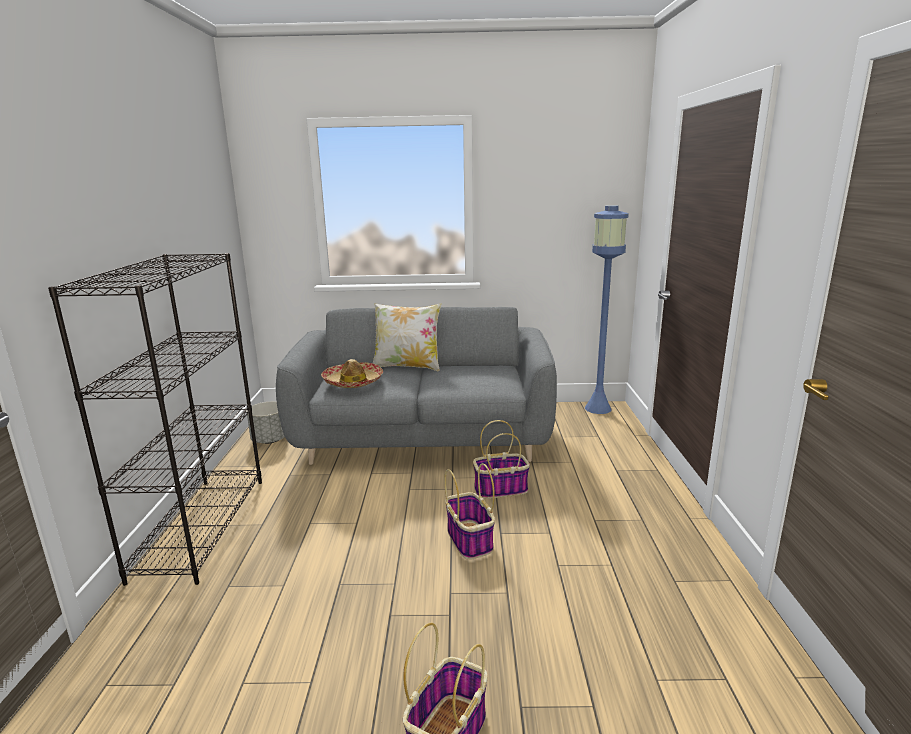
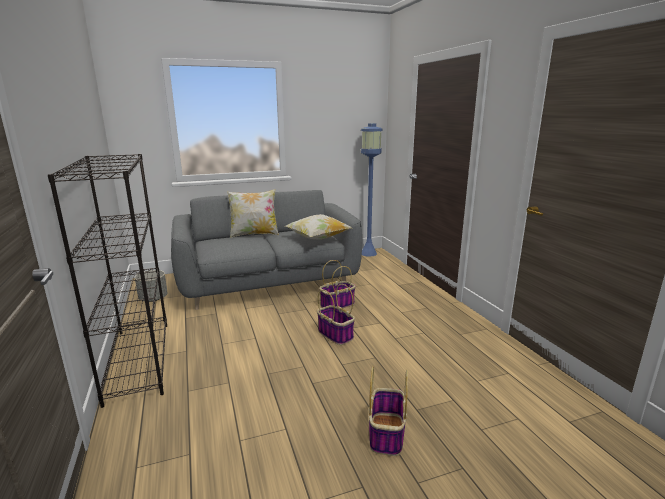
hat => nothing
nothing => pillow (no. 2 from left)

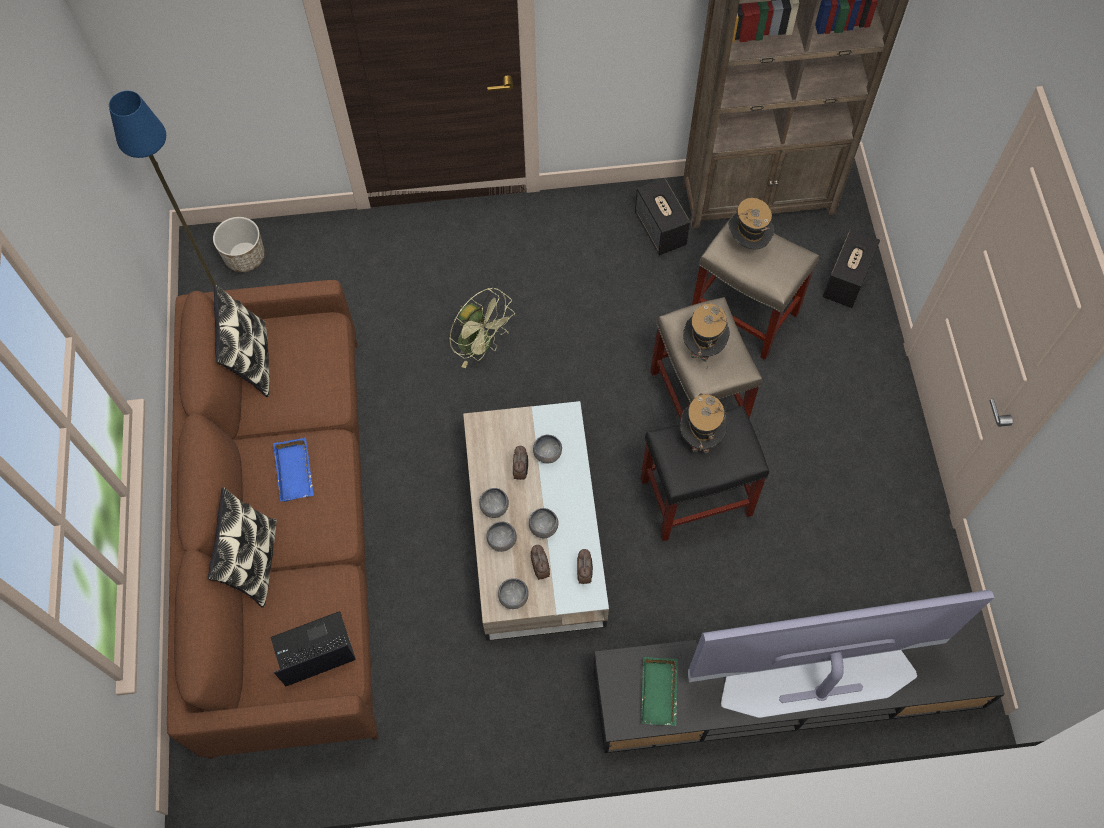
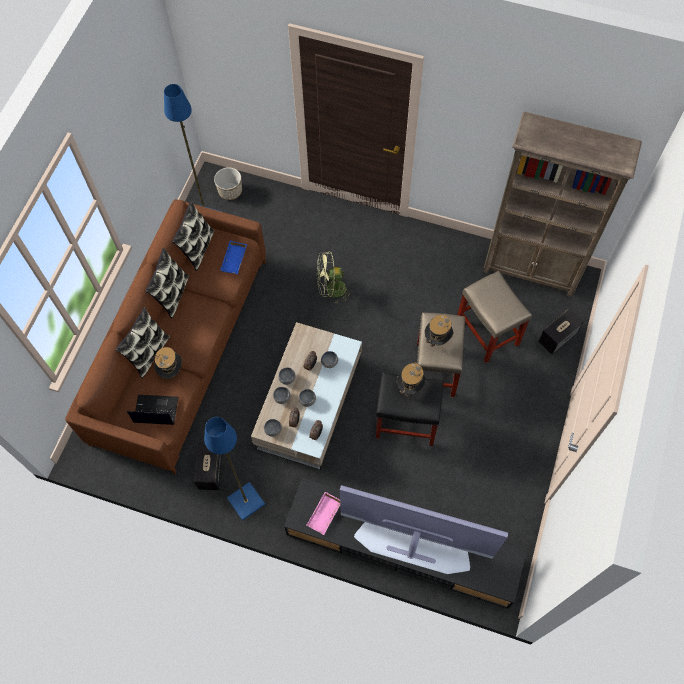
speaker (no. 1 from left), relocated
hat (no. 3 from left in the first image) => hat (no. 1 from left), relocated
green fan, 105 degrees clockwise
blue tray, relocated
green tray => pink tray
nothing => pillow (no. 2 from left)
nothing => blue floor lamp (no. 2 from left)

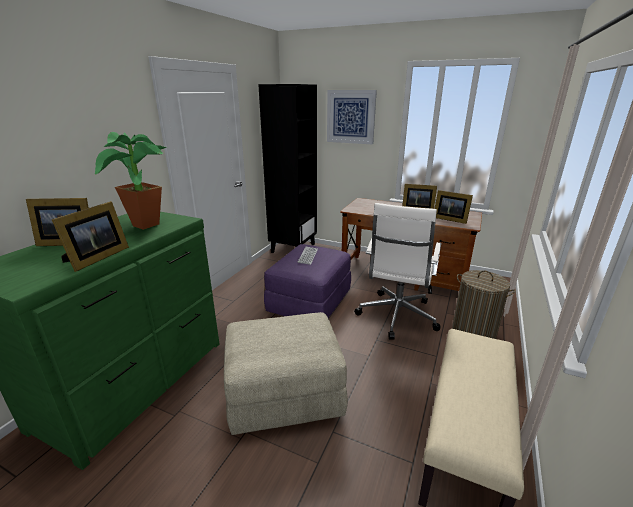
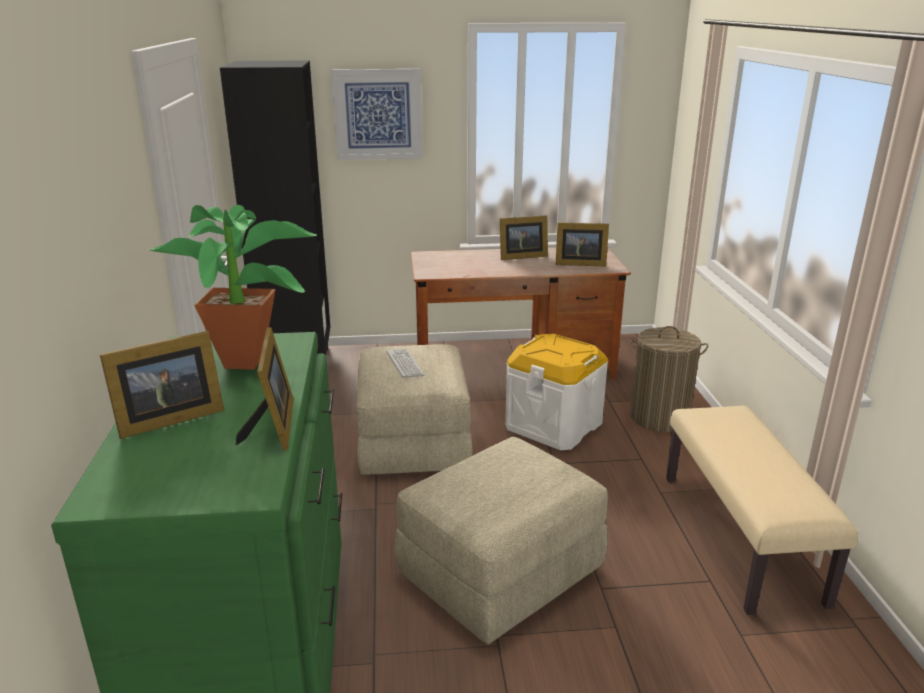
white office chair => white storage box
purple ottoman => beige ottoman (no. 1 from left)

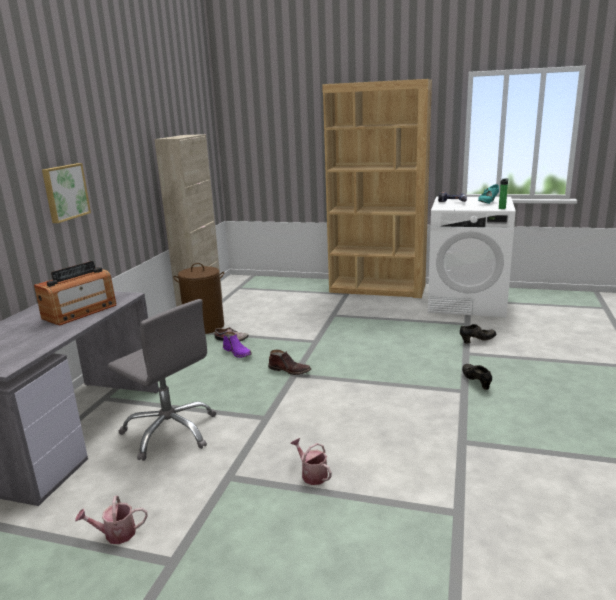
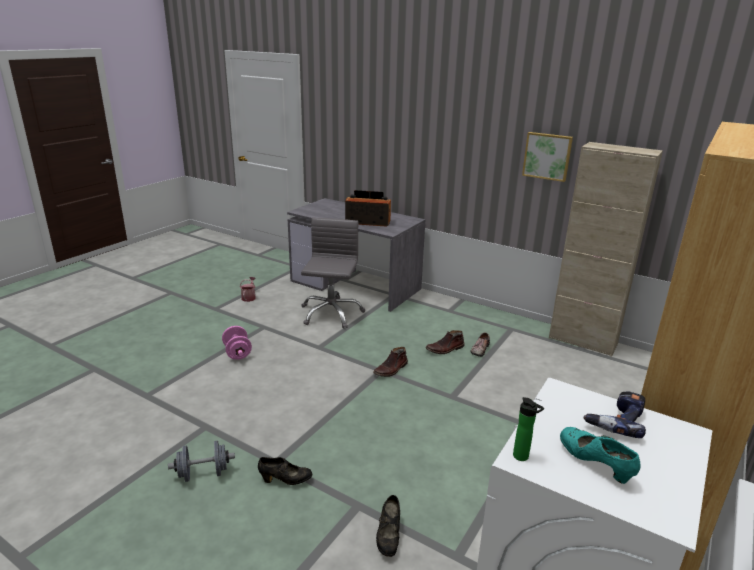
picture, relocated
radio, 135 degrees clockwise
brown laundry basket => nothing
grey office chair, 135 degrees clockwise
purple boot => brown boot (no. 2 from left)
watering can (no. 2 from left) => pink dumbbell
nothing => grey dumbbell

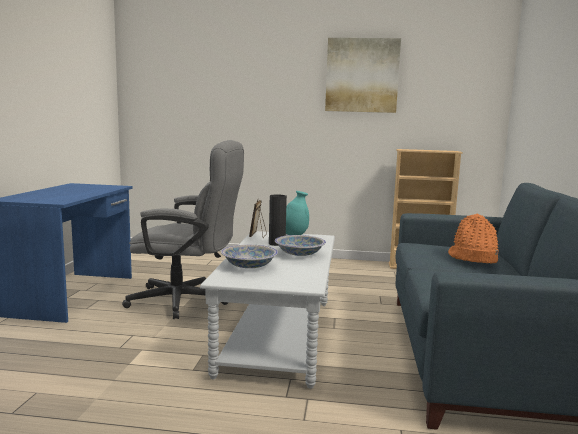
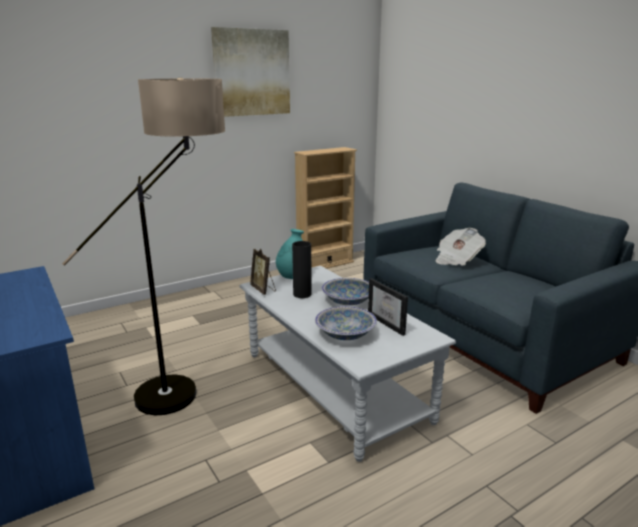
grey office chair => floor lamp
orange hat => newspaper
nothing => picture frame (no. 2 from left)

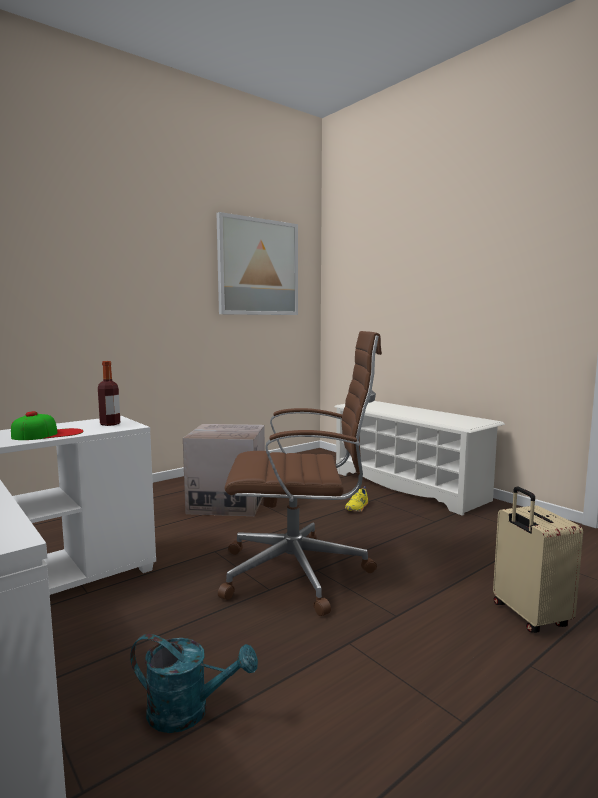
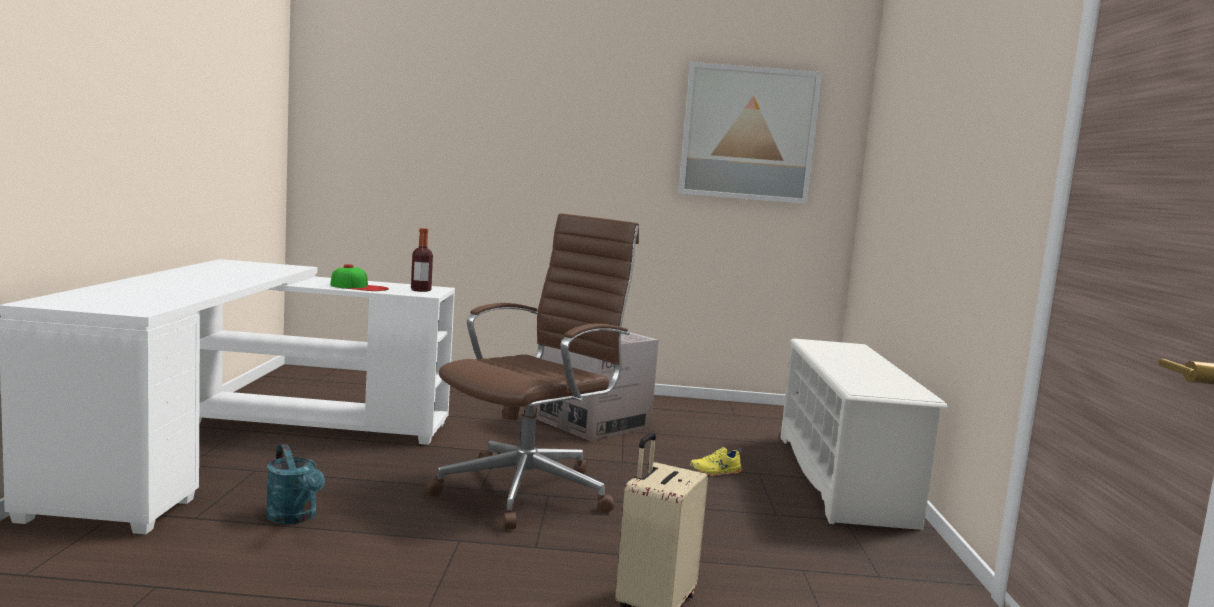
brown office chair, 90 degrees counterclockwise

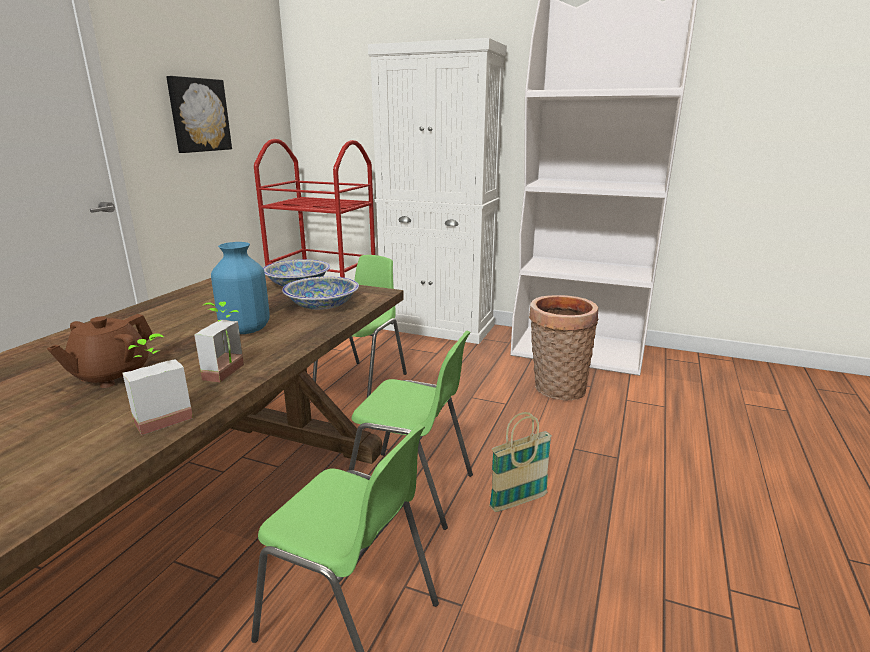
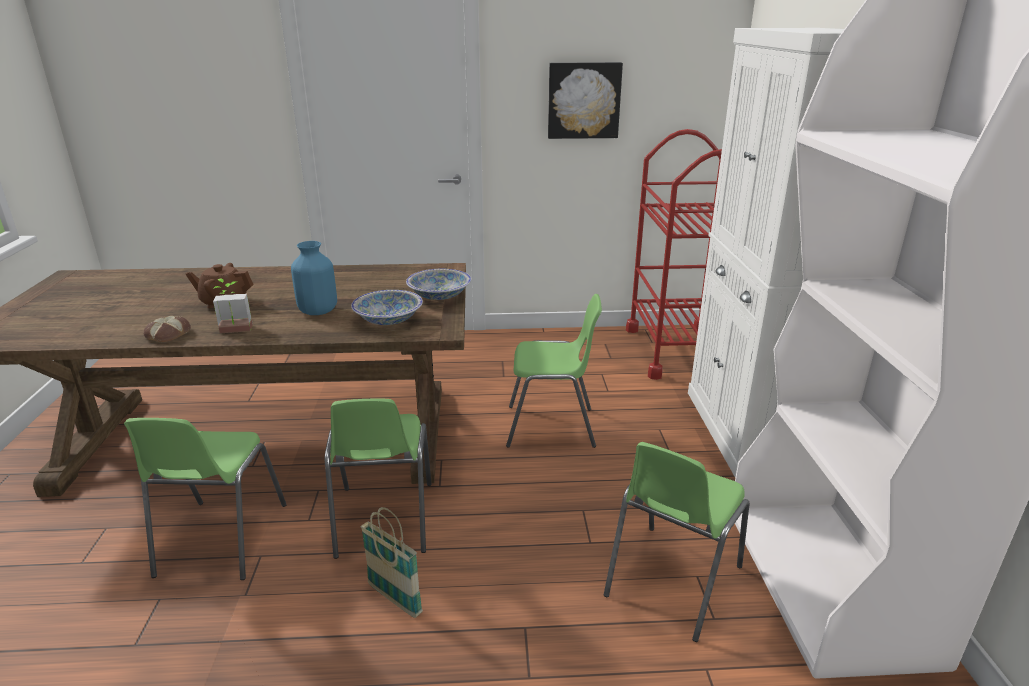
basket (no. 2 from left) => green chair (no. 4 from left)
potted plant (no. 1 from left) => bread

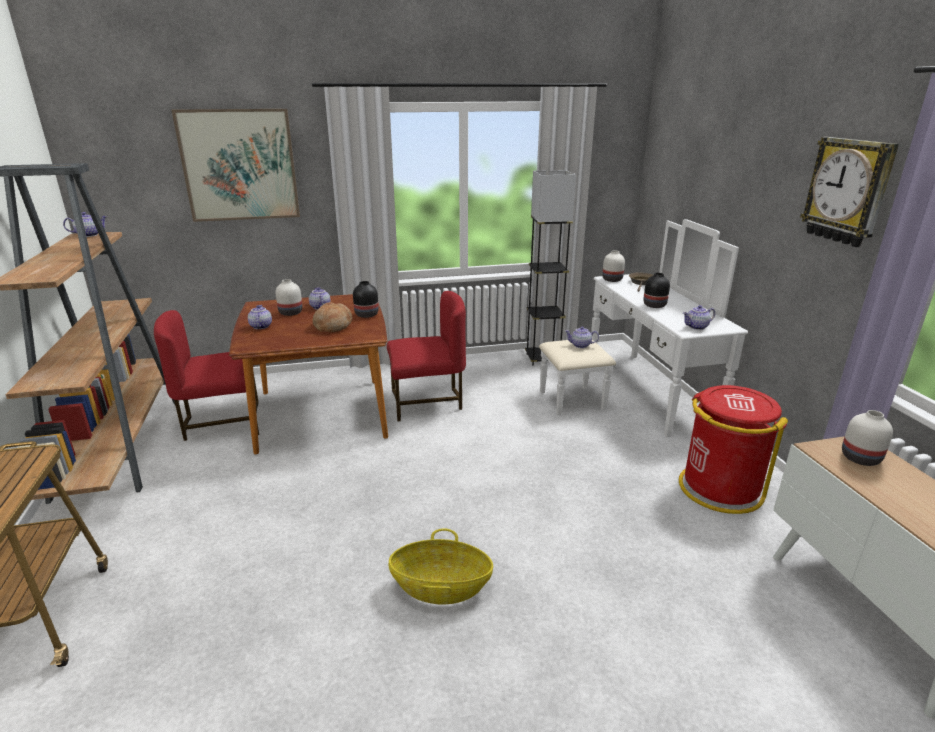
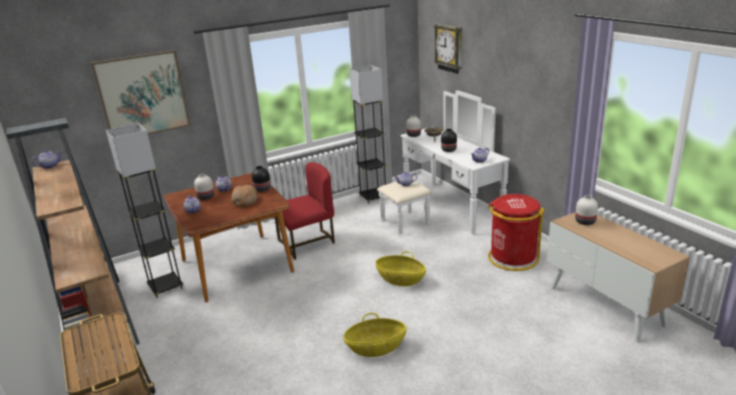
wall clock, relocated
red chair (no. 1 from left) => grey floor lamp (no. 1 from left)
nothing => basket (no. 2 from left)

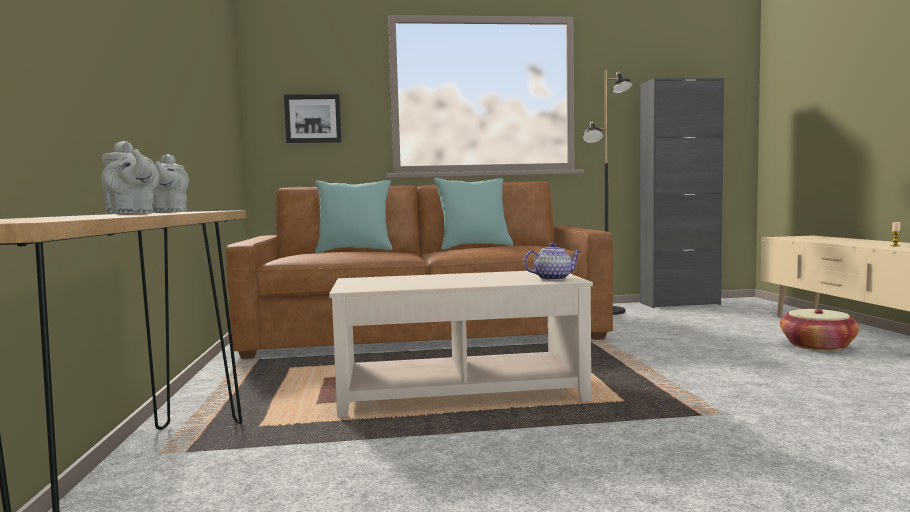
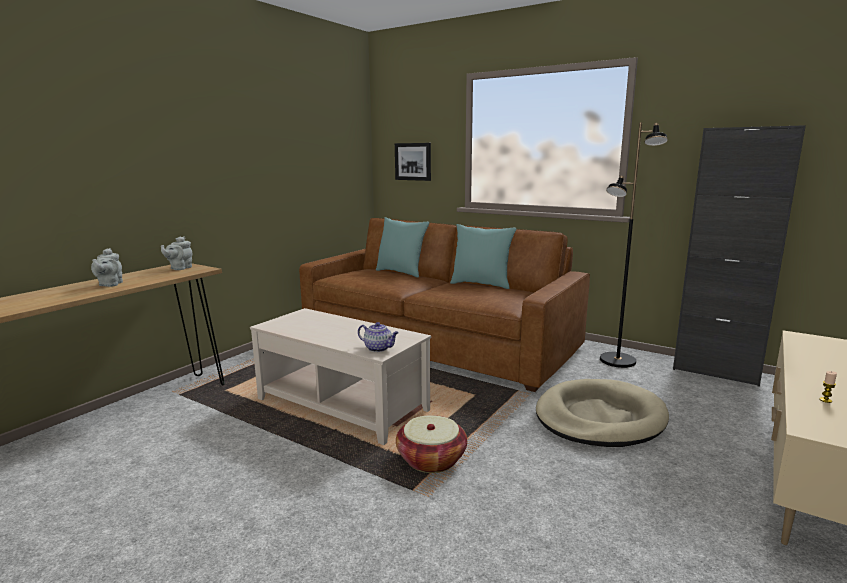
basket, relocated
nothing => beige dog bed

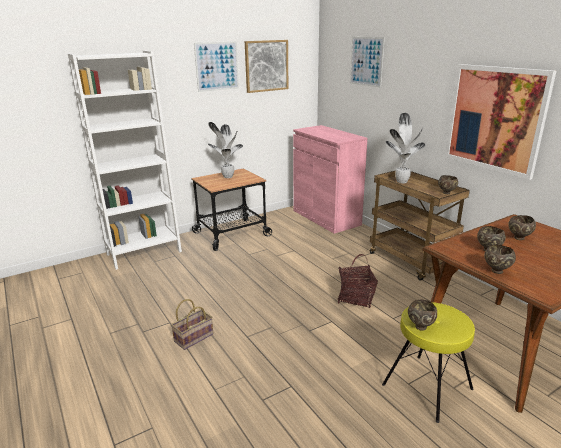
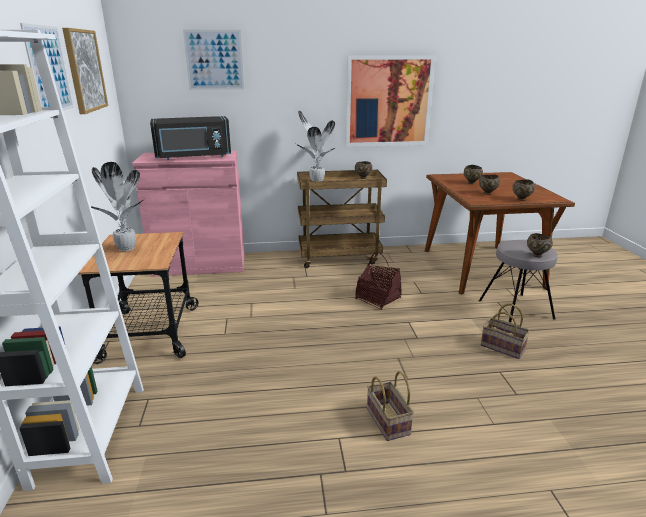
yellow stool => grey stool
nothing => black microwave
nothing => basket (no. 3 from left)

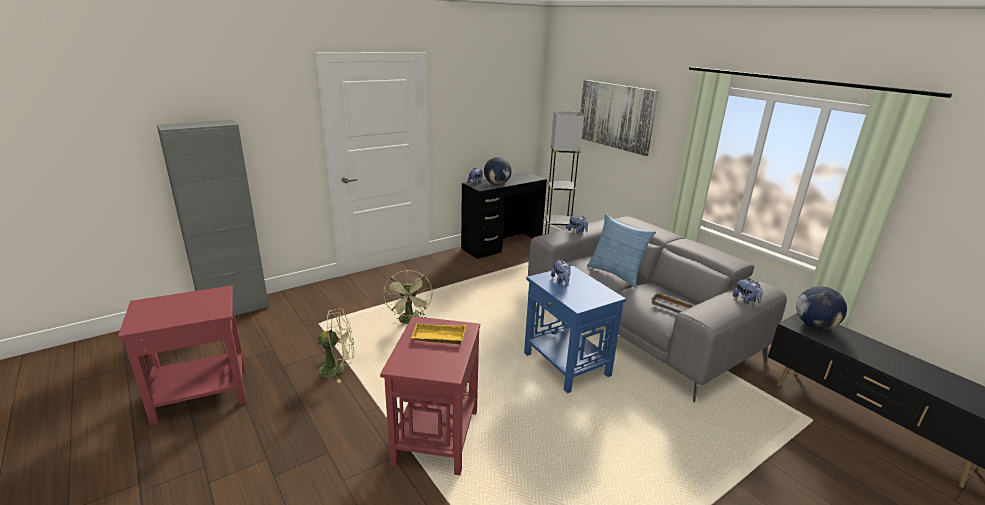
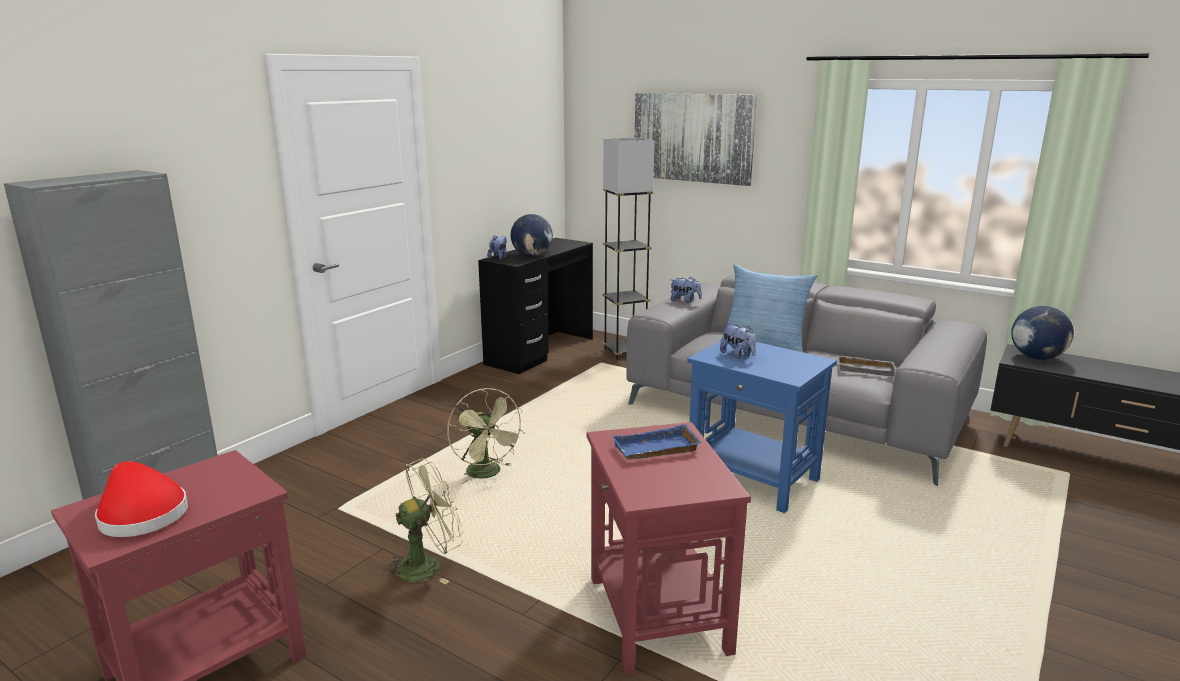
plush toy (no. 4 from left) => nothing
yellow tray => blue tray
nothing => red hat

